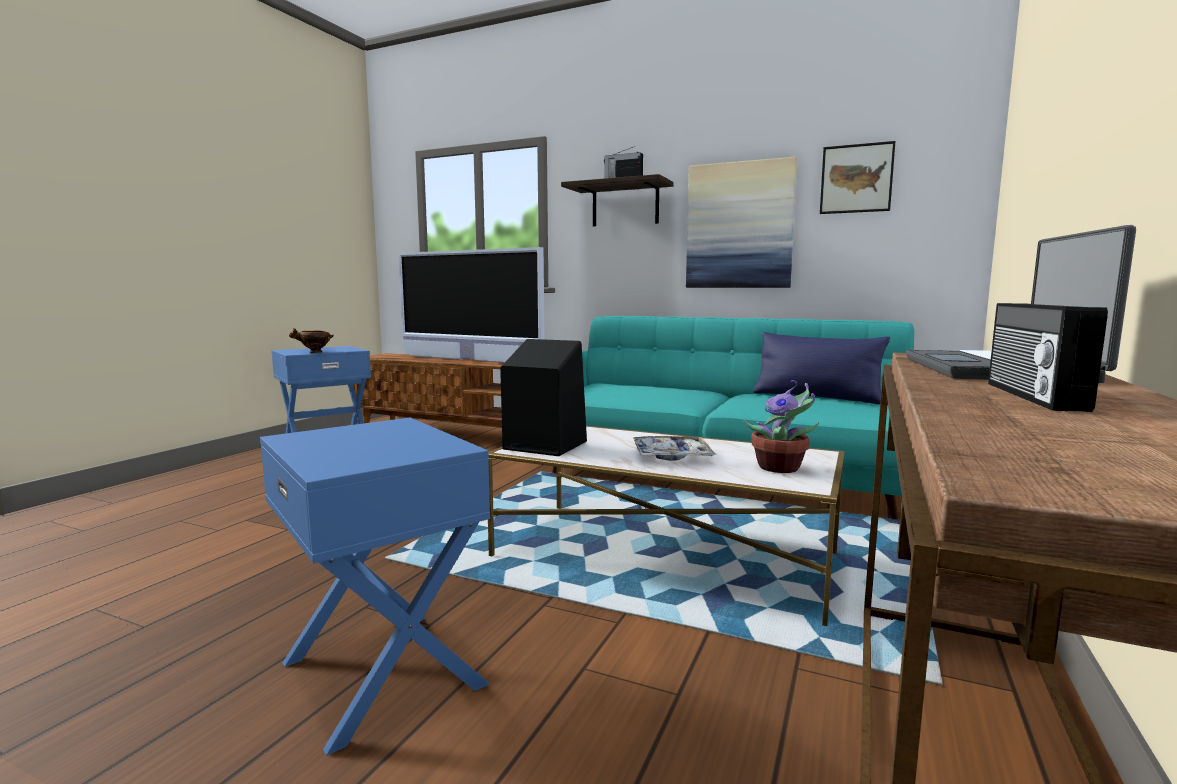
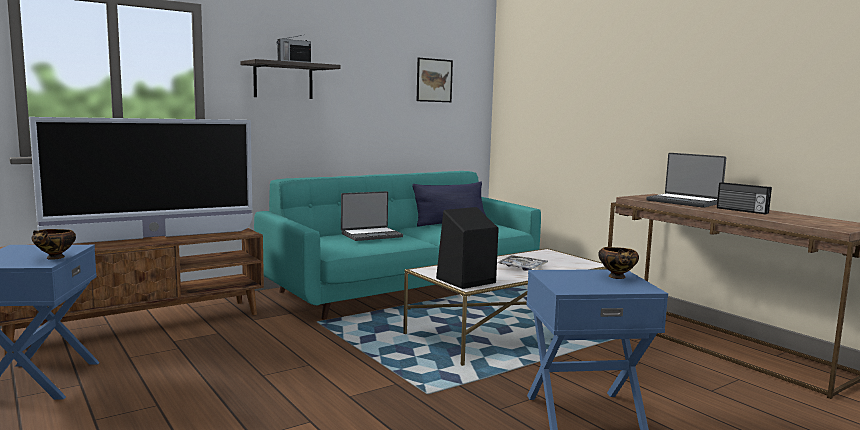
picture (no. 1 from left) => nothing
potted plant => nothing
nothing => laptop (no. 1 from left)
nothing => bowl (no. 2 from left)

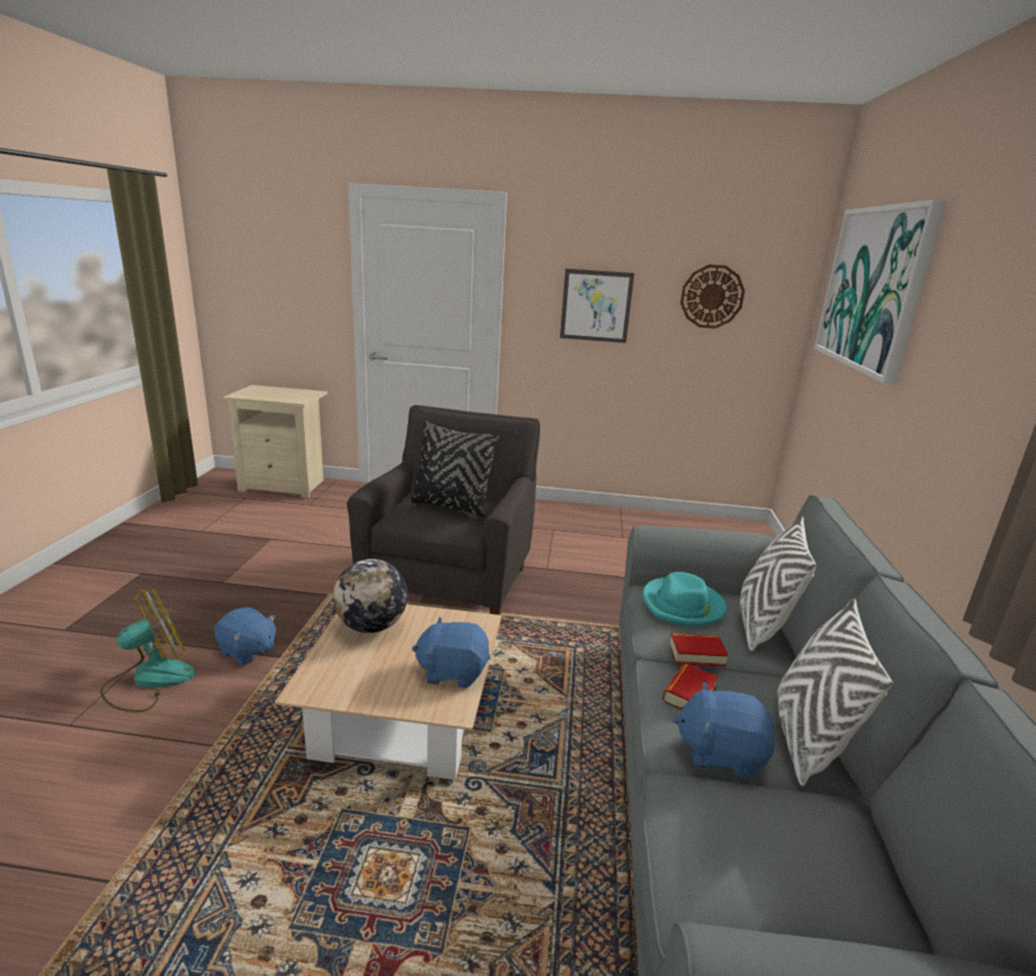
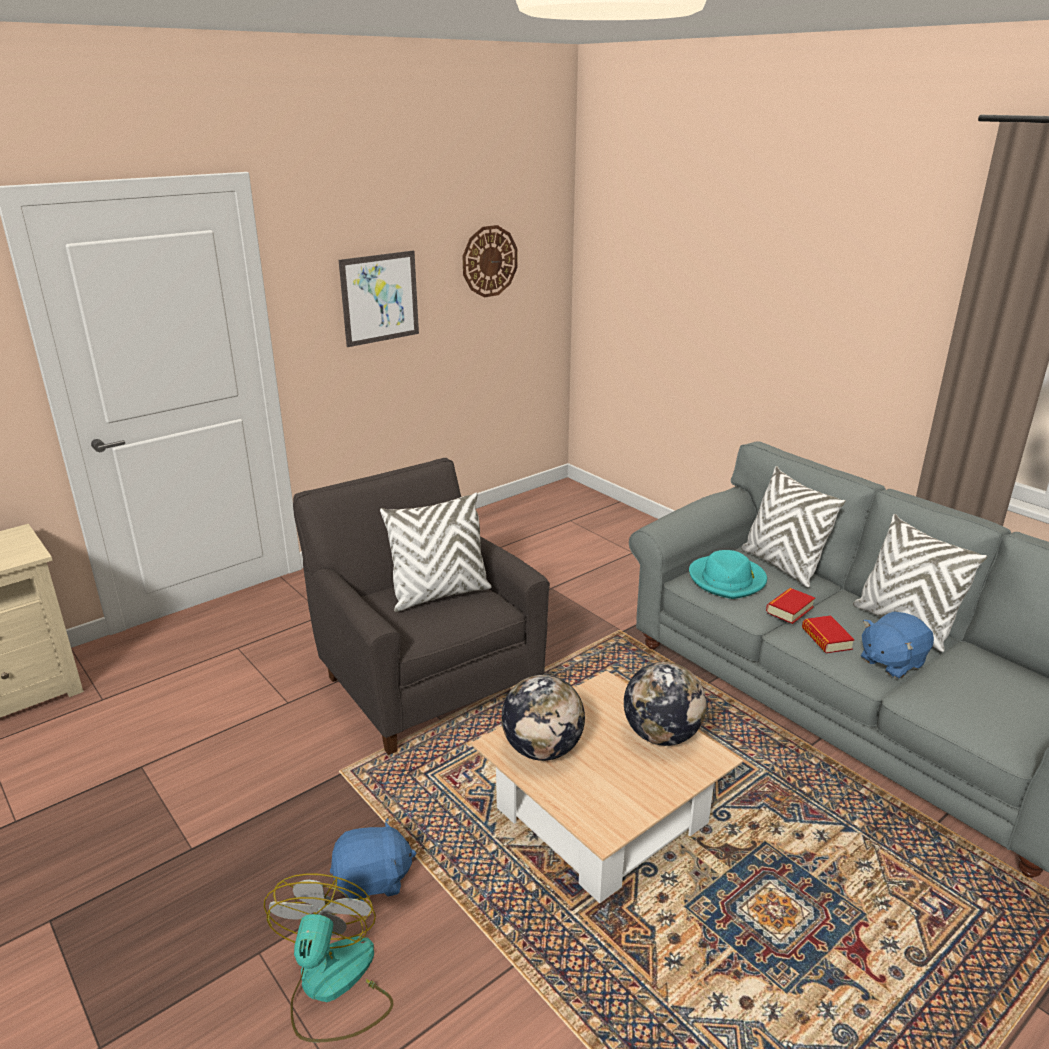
picture (no. 2 from left) => nothing
black pillow => white pillow (no. 1 from left)
blue plush toy (no. 2 from left) => globe (no. 2 from left)

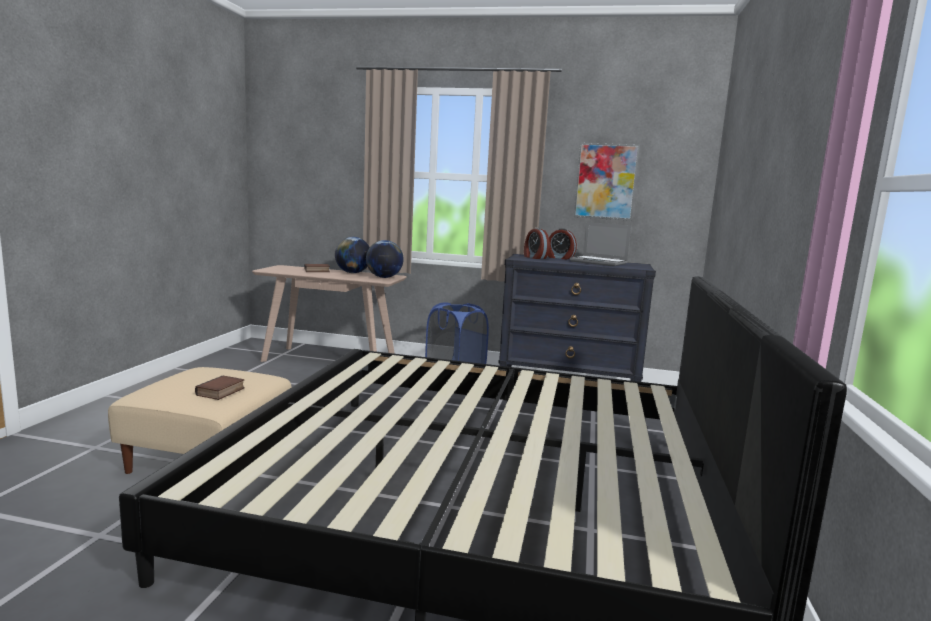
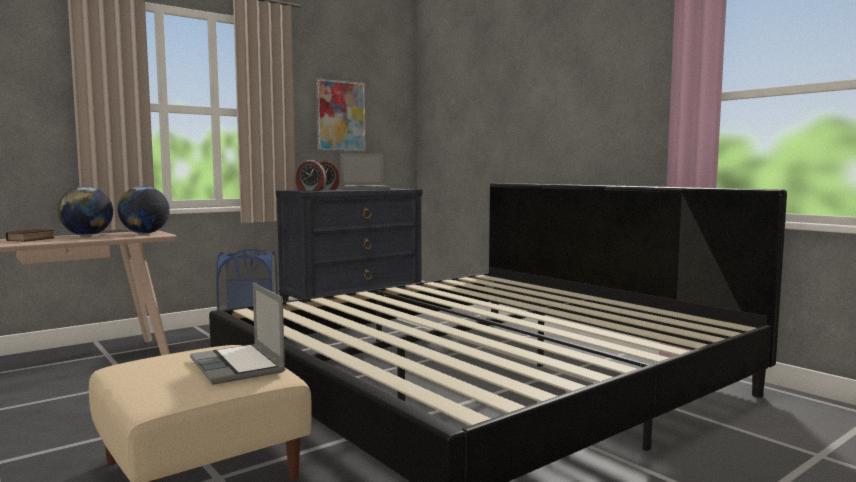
book (no. 1 from left) => laptop (no. 1 from left)

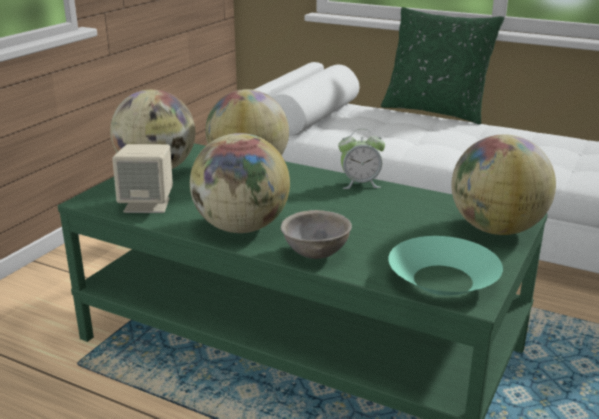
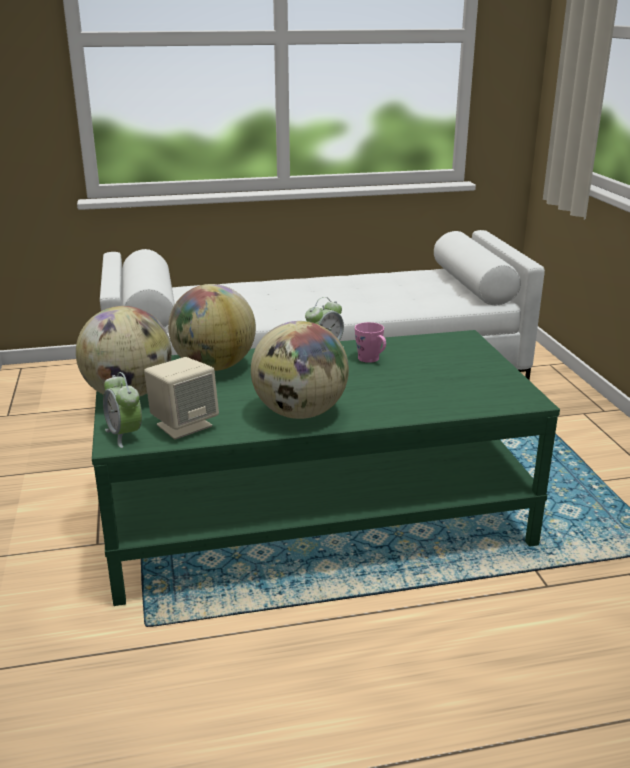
green pillow => nothing
globe (no. 4 from left) => nothing
grey bowl => nothing
turquoise bowl => nothing
nothing => pink mug
nothing => alarm clock (no. 1 from left)

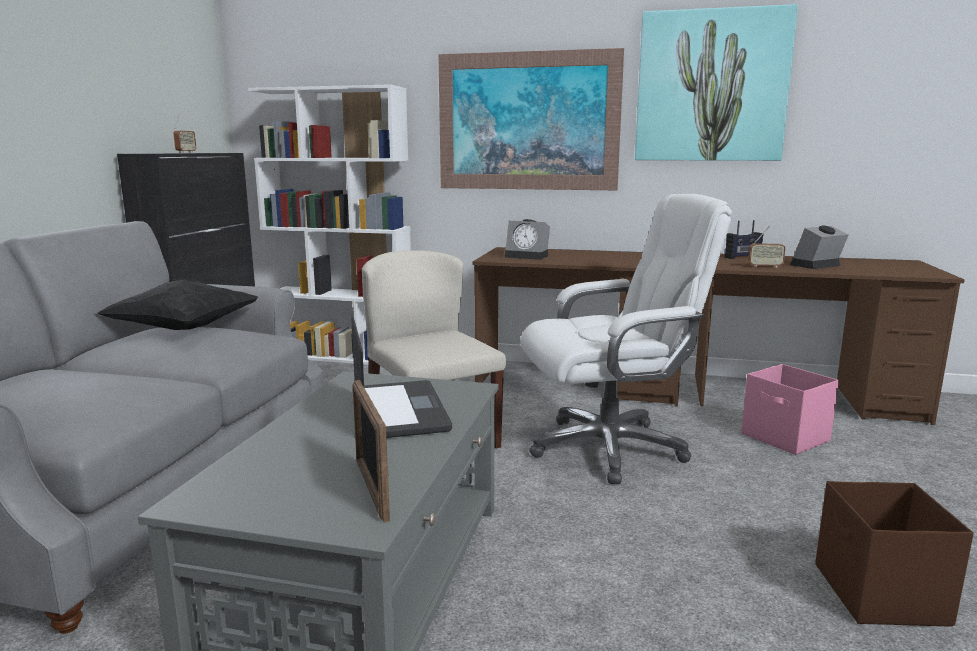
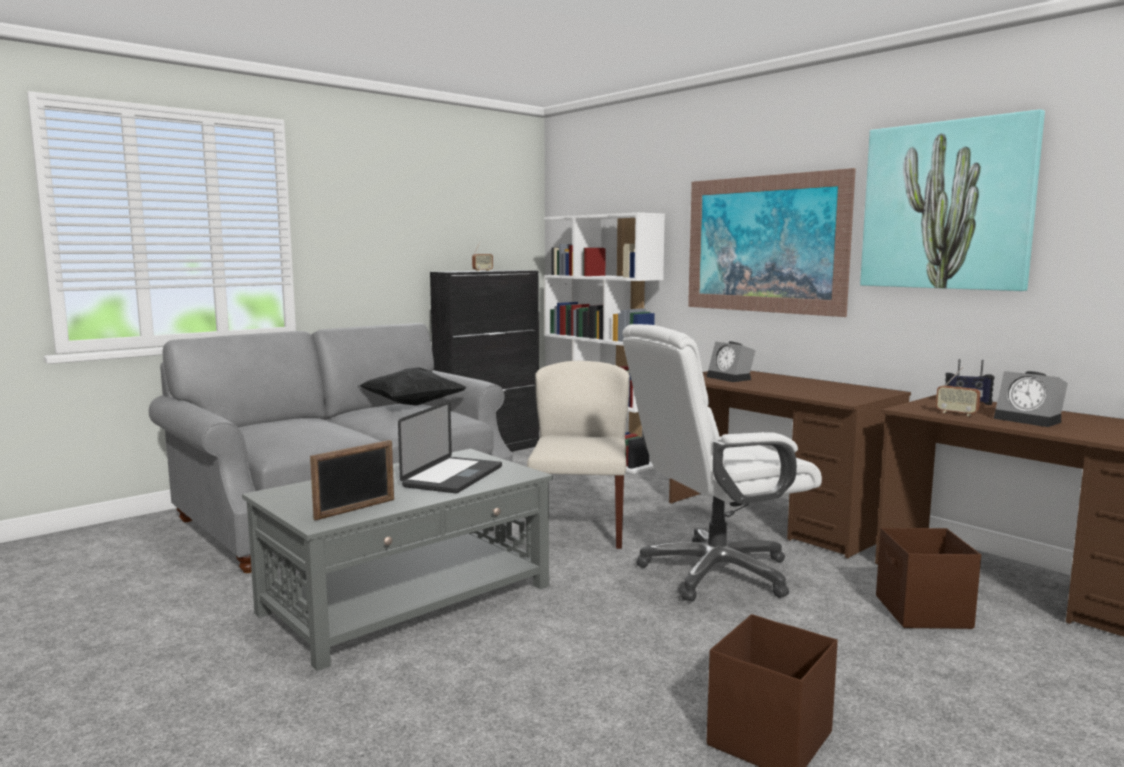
white office chair, 135 degrees clockwise
alarm clock (no. 2 from left), 135 degrees counterclockwise
pink storage box => brown storage box (no. 2 from left)
picture frame, 150 degrees counterclockwise

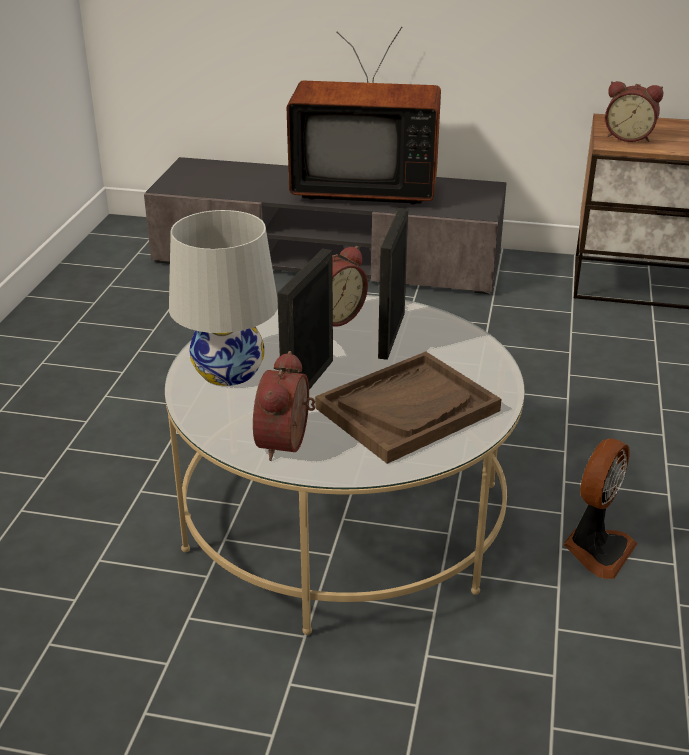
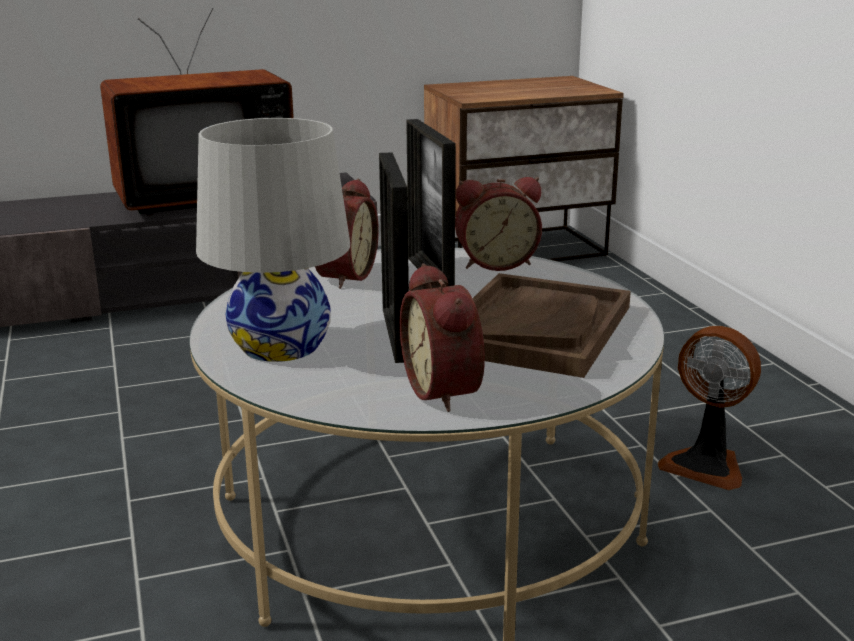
alarm clock (no. 3 from left), relocated
fan, 120 degrees clockwise

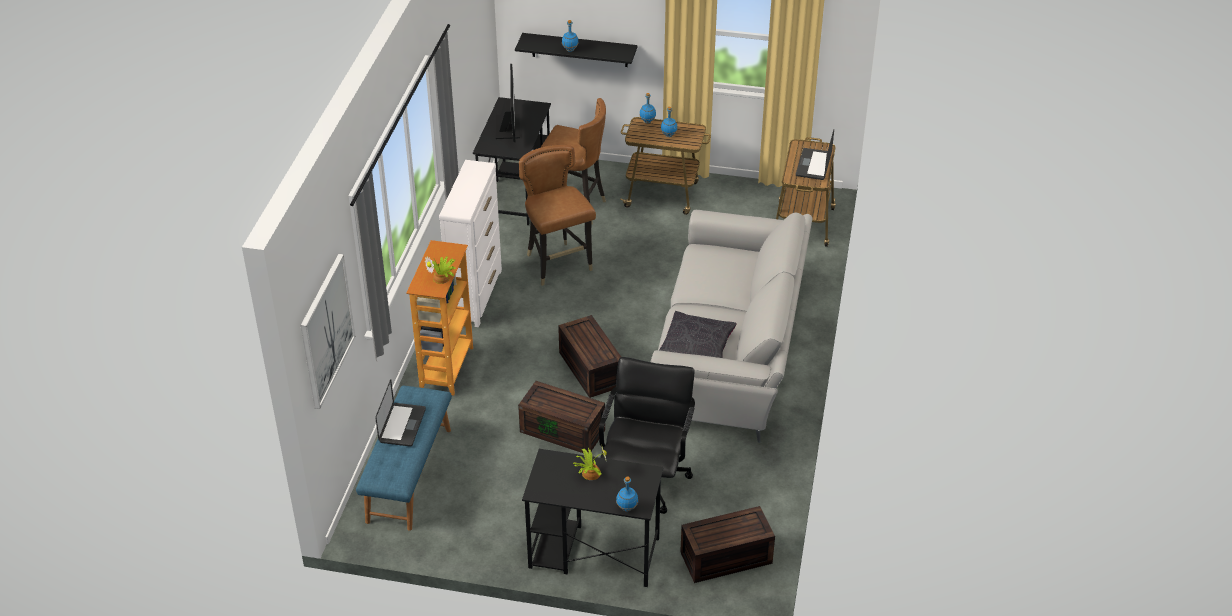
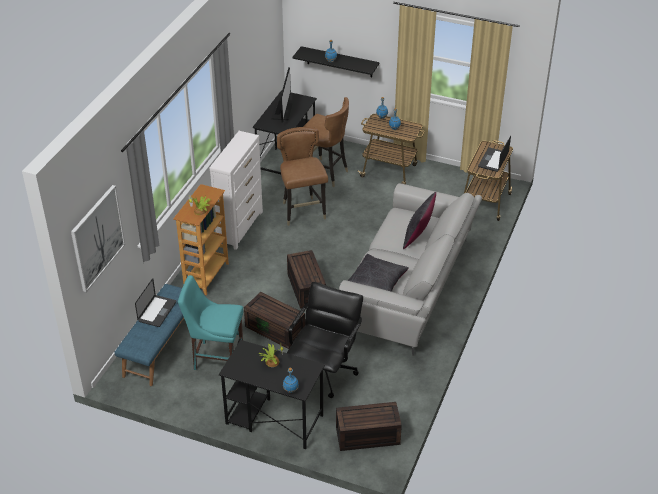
nothing => black pillow (no. 2 from left)
nothing => turquoise chair

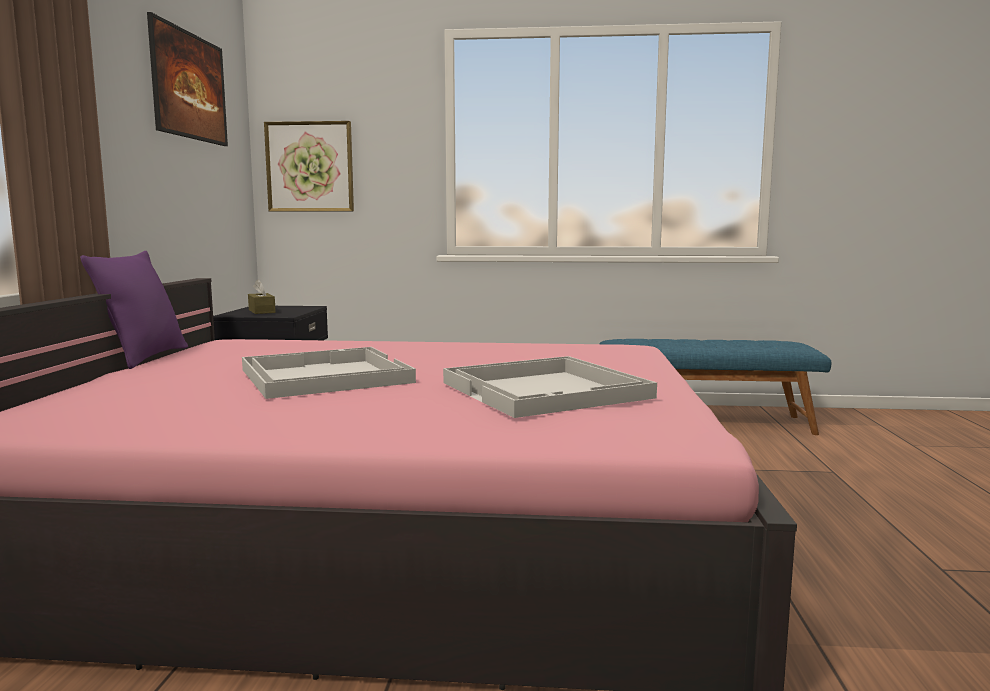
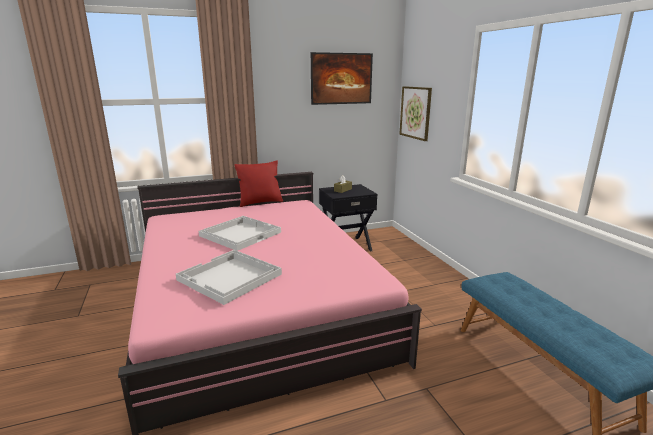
purple pillow => red pillow

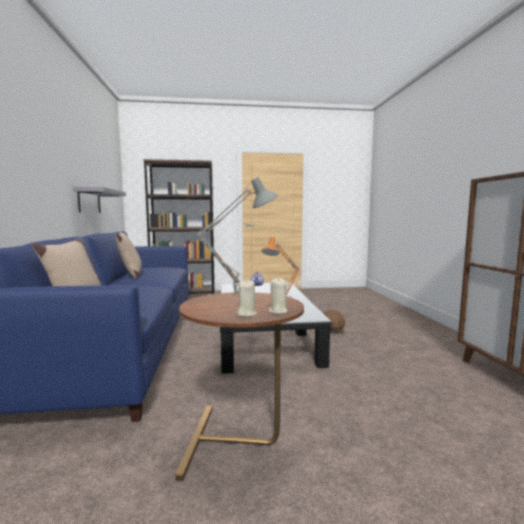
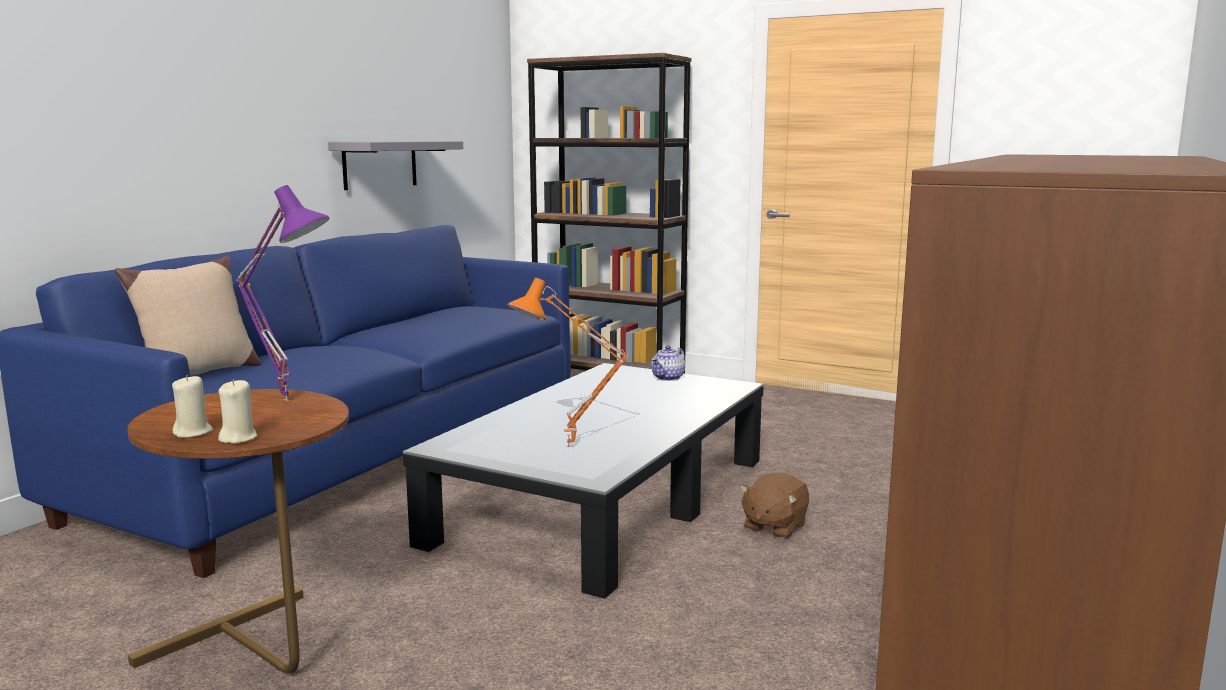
grey table lamp => purple table lamp
beige pillow (no. 2 from left) => nothing

